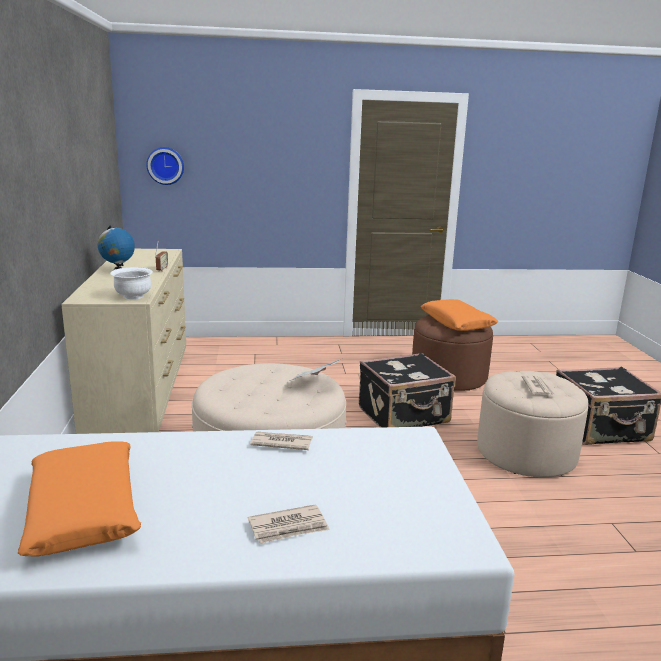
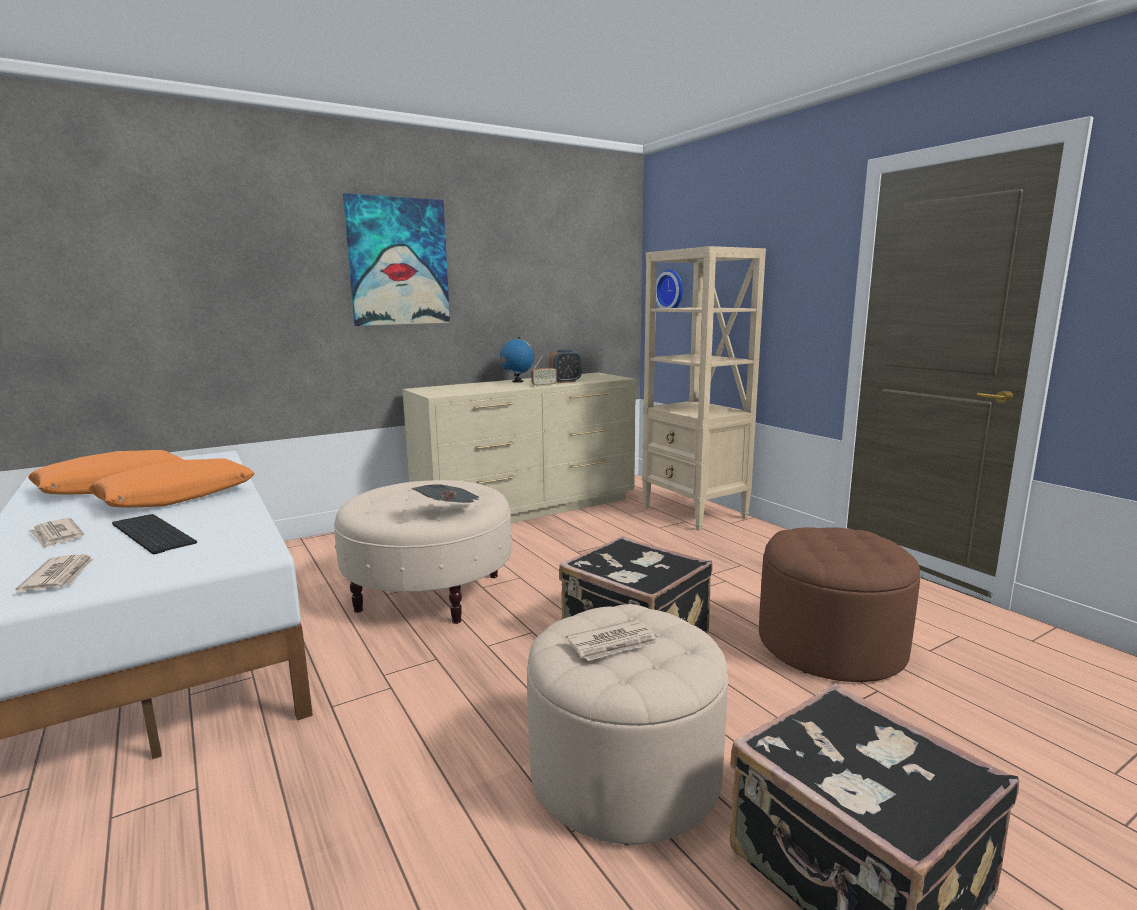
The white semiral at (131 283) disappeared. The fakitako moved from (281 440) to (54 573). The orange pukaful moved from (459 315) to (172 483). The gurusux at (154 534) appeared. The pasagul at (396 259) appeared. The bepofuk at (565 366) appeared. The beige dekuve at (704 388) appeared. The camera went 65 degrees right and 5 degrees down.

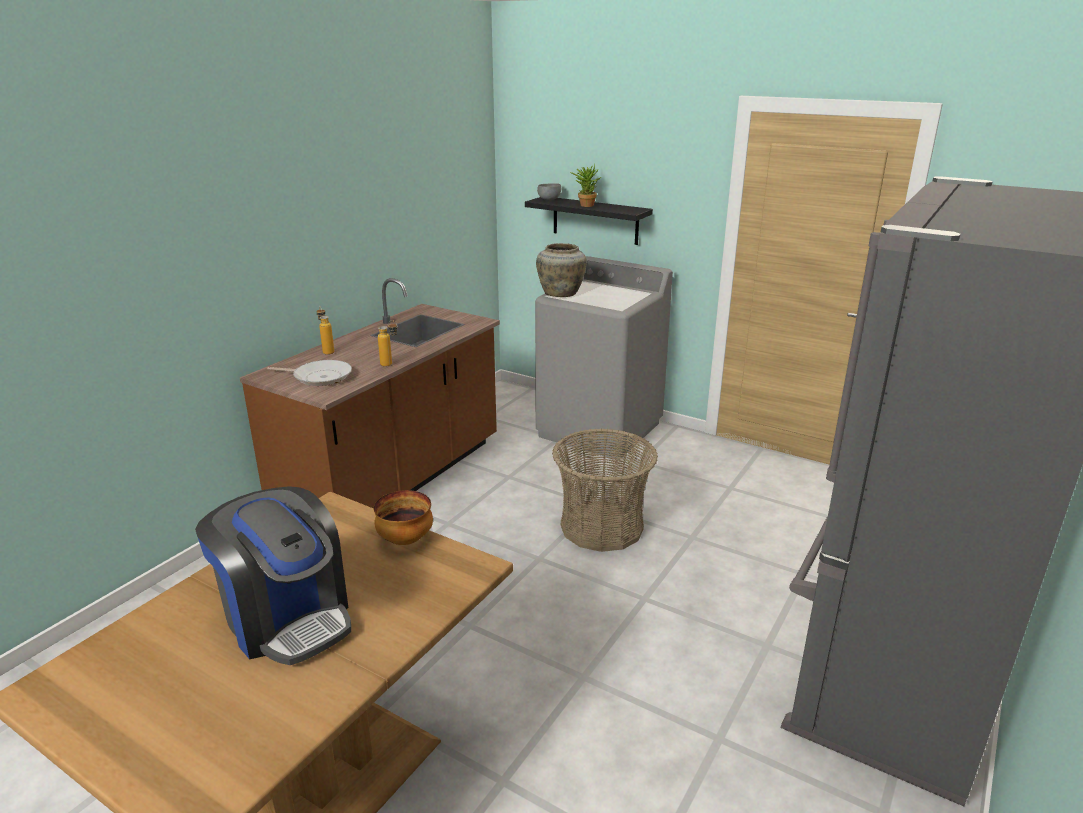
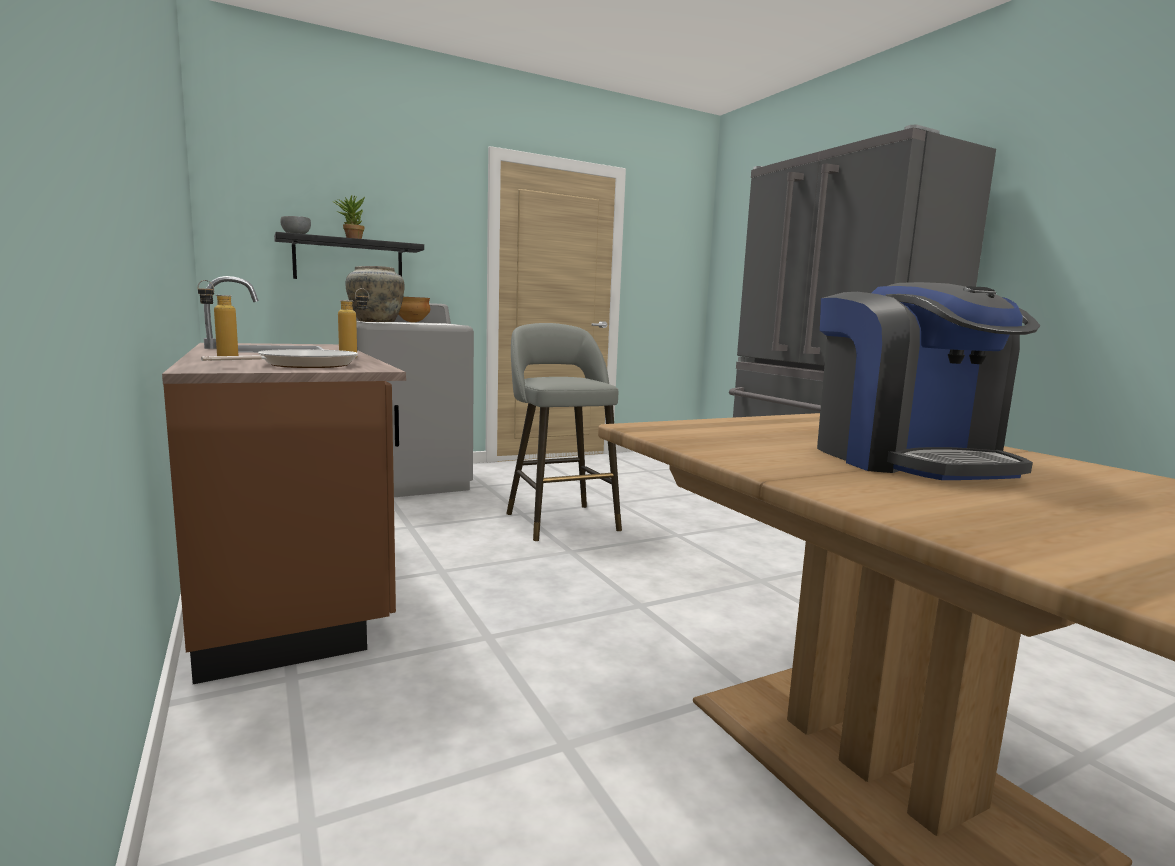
The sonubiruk at (273 575) turned 90 degrees clockwise. The semiral moved from (403 517) to (414 310). The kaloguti at (605 490) was replaced by the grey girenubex at (564 432). The camera went 60 degrees left and 15 degrees down.

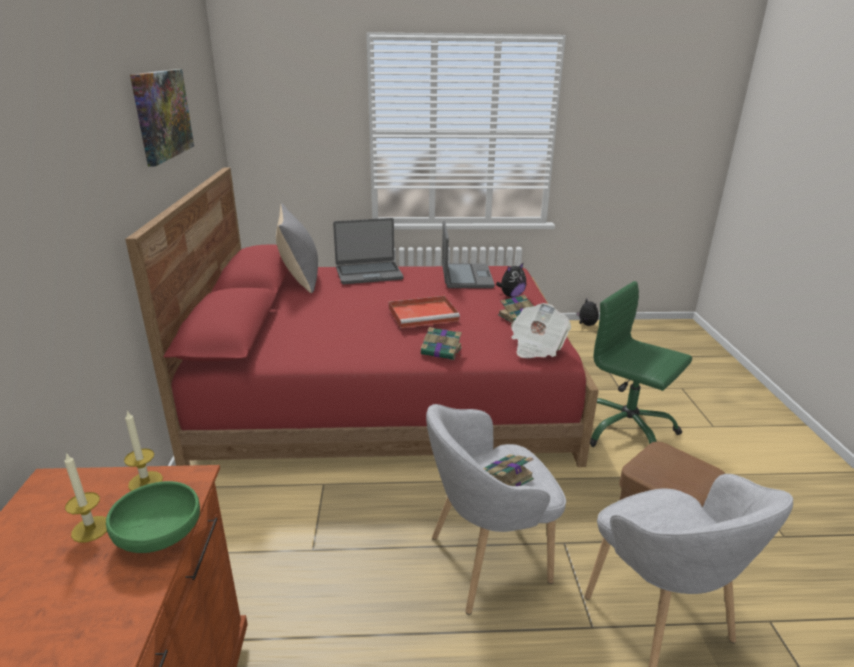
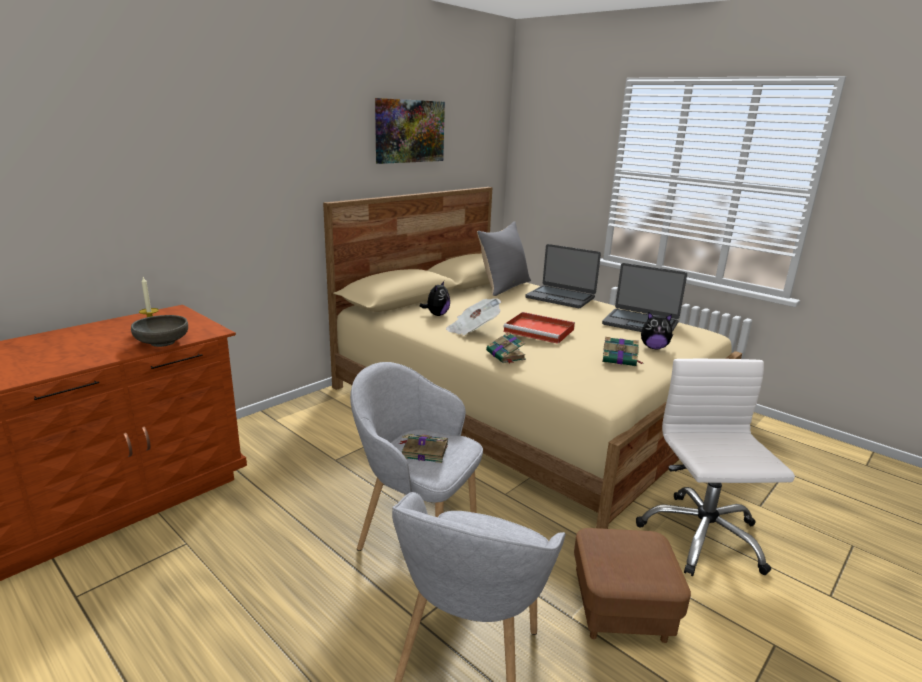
The green semiral at (153 517) became the grey semiral at (159 331). The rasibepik at (143 450) disappeared. The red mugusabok at (362 317) became the beige mugusabok at (532 358). The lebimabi at (468 254) turned 75 degrees clockwise. The fakitako moved from (541 330) to (473 316). The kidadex moved from (587 312) to (435 298). The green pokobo at (641 364) became the white pokobo at (715 467). The camera went 45 degrees right and 5 degrees down.

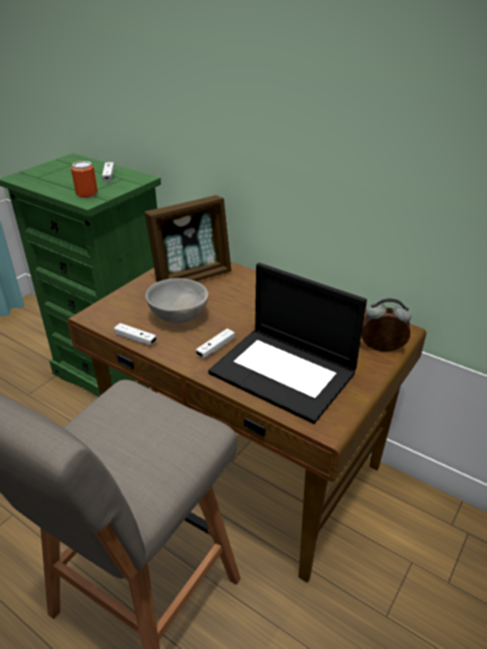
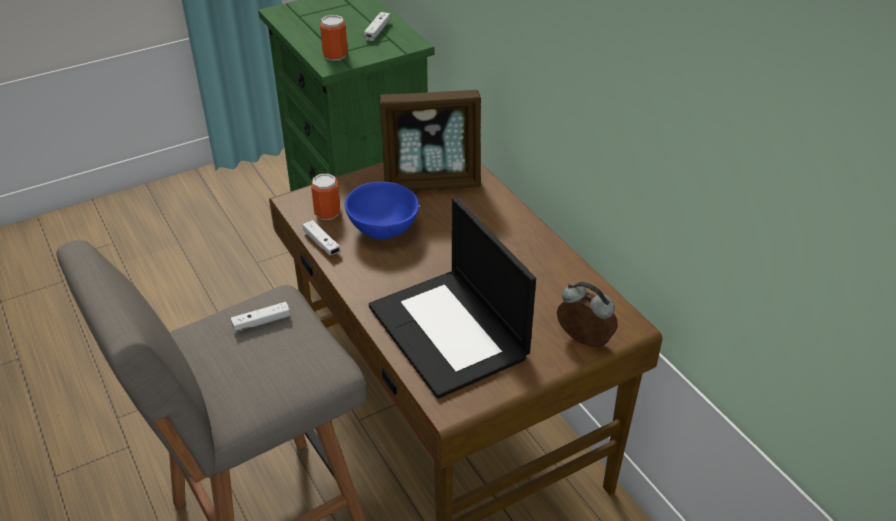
The grey semiral at (177 300) became the blue semiral at (381 210). The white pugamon moved from (215 343) to (260 316). The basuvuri at (325 197) appeared. The camera went 25 degrees right and 5 degrees up.

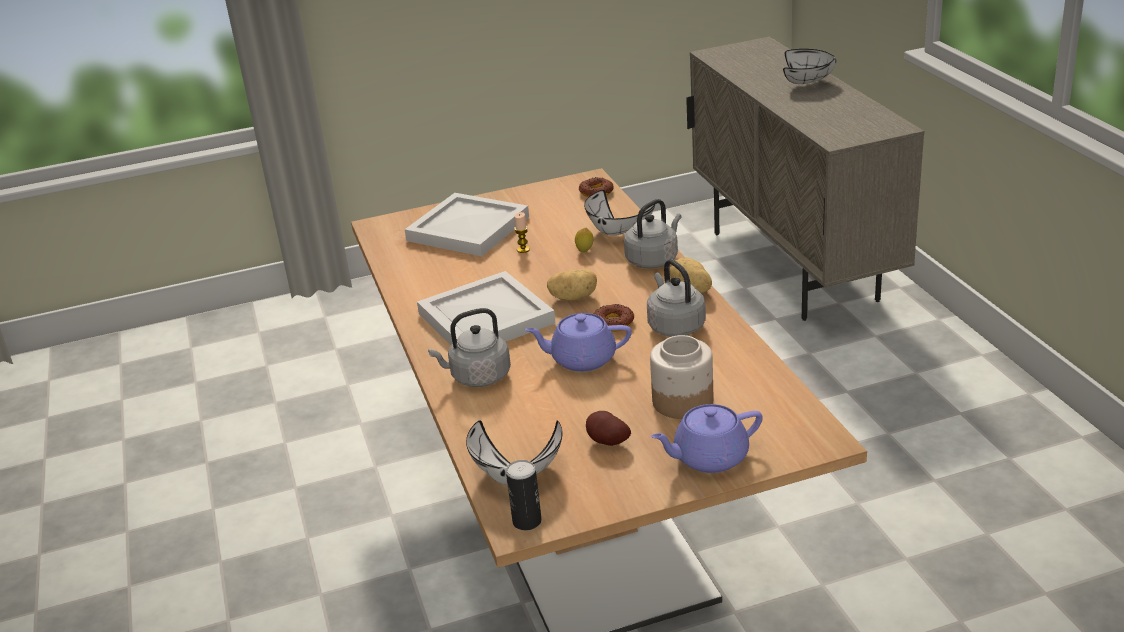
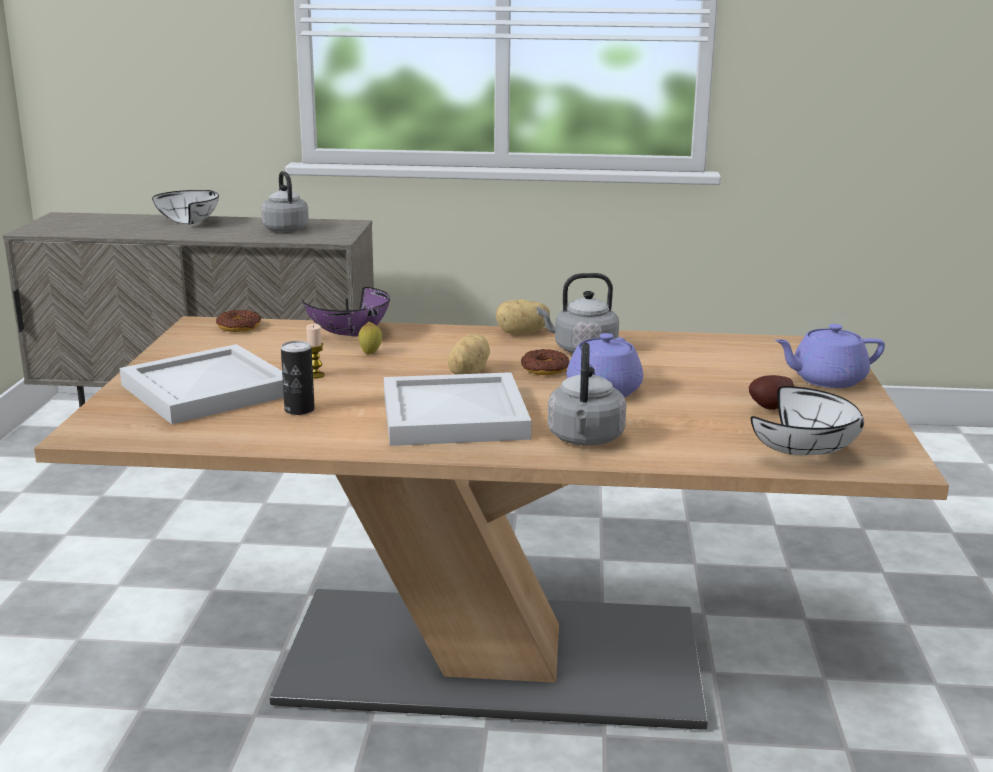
The basuvuri moved from (524 495) to (298 378). The white semiral at (620 213) became the purple semiral at (346 312). The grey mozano moved from (653 234) to (285 201). The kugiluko at (681 377) disappeared. The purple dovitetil at (707 438) turned 75 degrees clockwise. The camera went 70 degrees left and 10 degrees down.

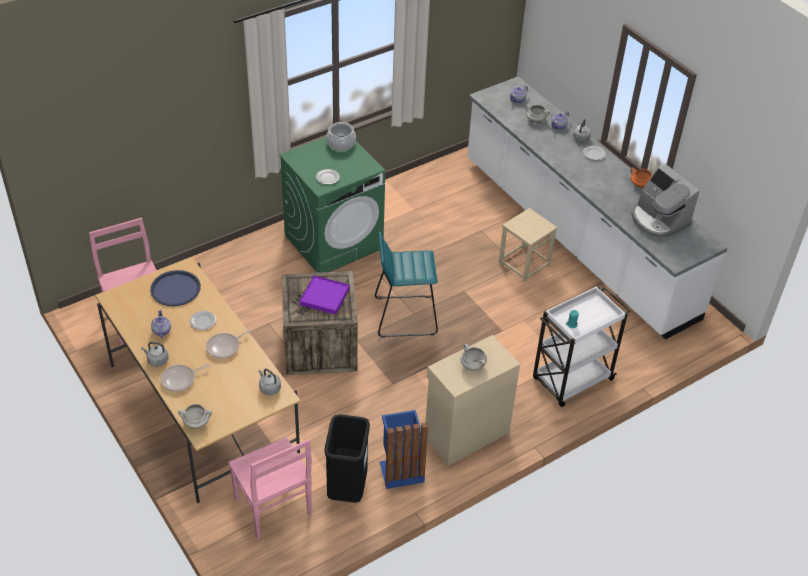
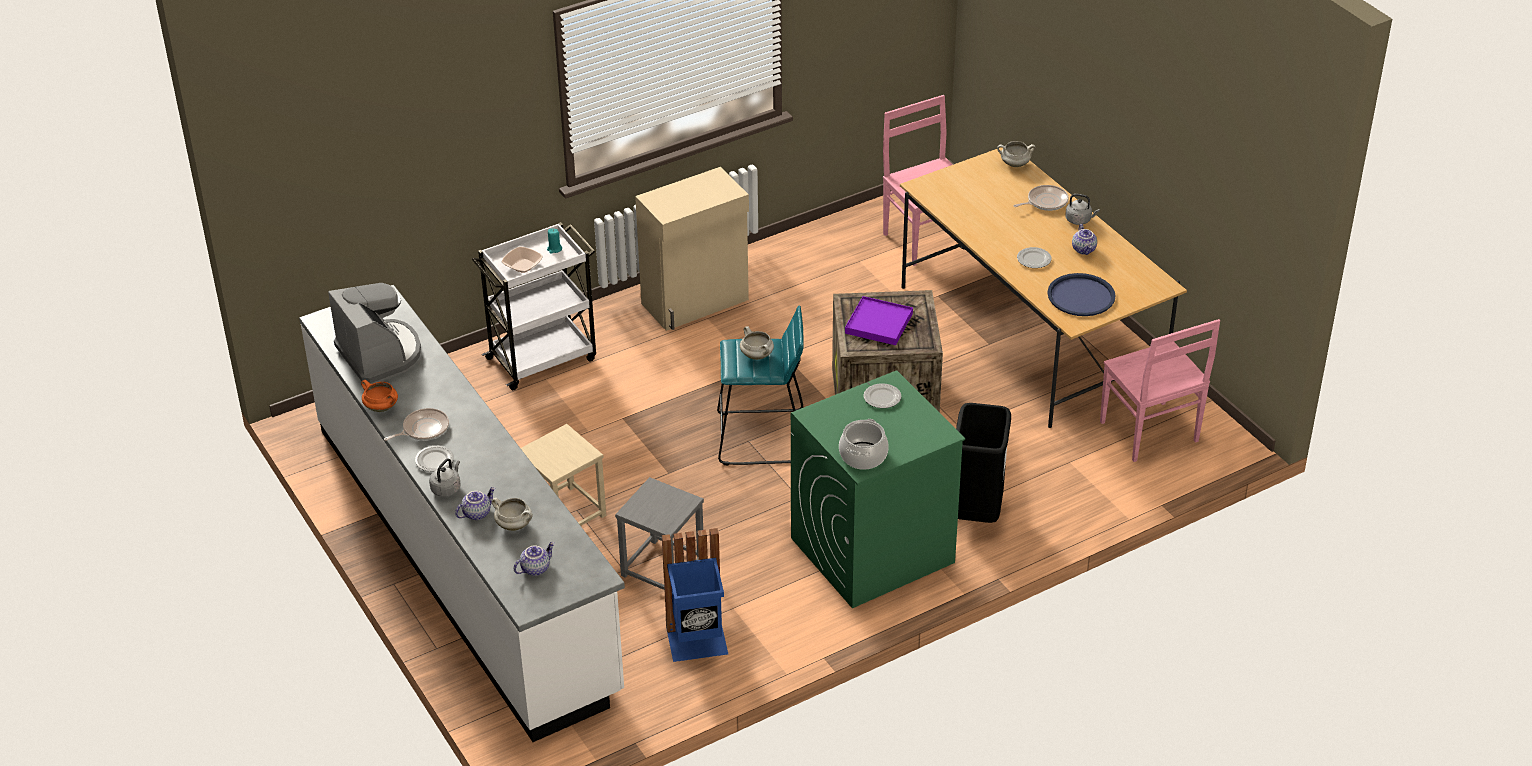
The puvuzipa moved from (228 344) to (416 424). The grey mozano at (269 382) disappeared. The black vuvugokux moved from (347 458) to (983 463). The blue vuvugokux moved from (403 449) to (695 595). The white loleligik moved from (474 357) to (757 343). The semiral at (522 260) appeared. The grey girenubex at (659 533) appeared. The camera went 175 degrees left and 5 degrees down.

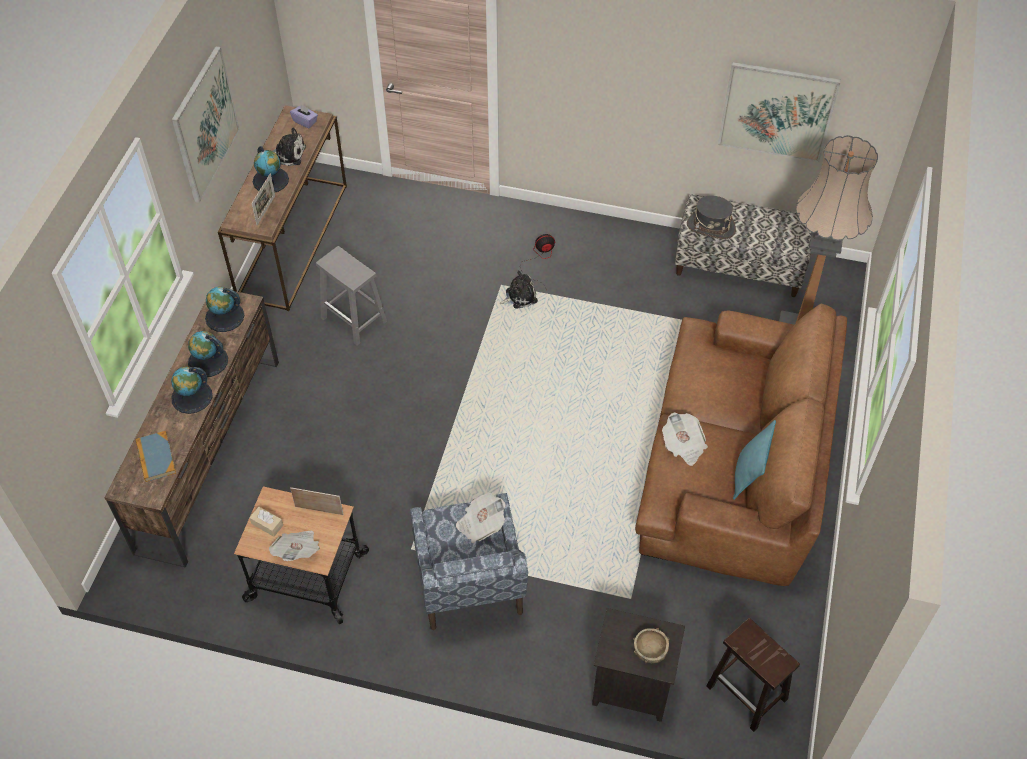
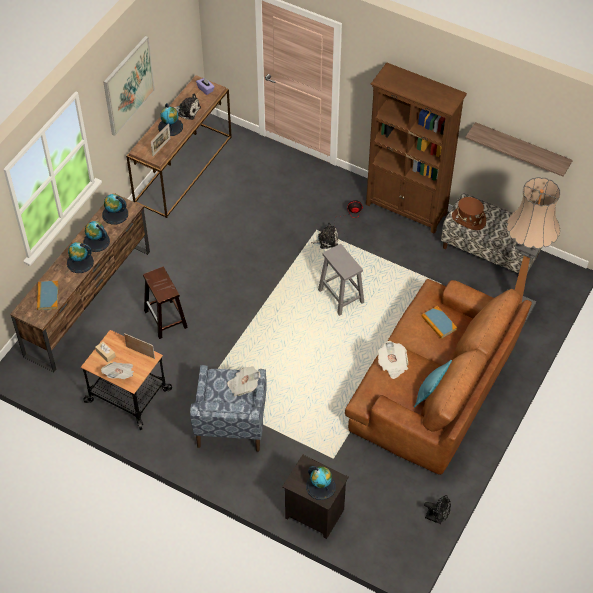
The grey girenubex moved from (351 295) to (341 280). The brown semiral at (651 645) was replaced by the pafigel at (321 483). The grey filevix at (711 217) became the brown filevix at (469 213). The brown girenubex moved from (753 675) to (165 303). The pasagul at (779 112) was replaced by the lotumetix at (519 149). The brown dekuve at (416 148) appeared. The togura at (439 322) appeared. The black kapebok at (437 509) appeared. The camera went 15 degrees right and 0 degrees up.

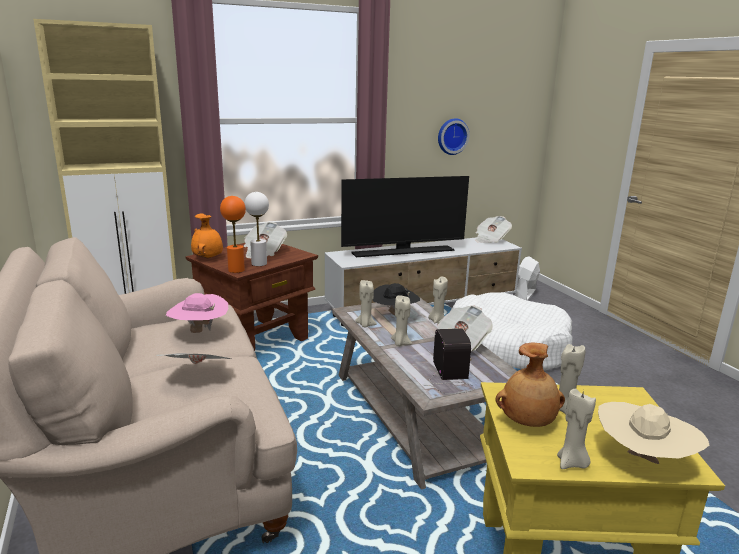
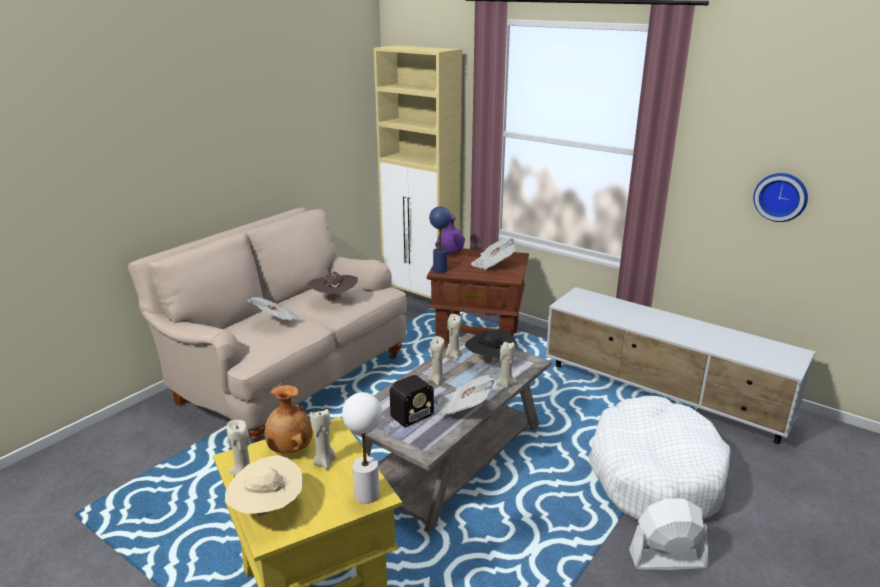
The pink filevix at (197 313) became the brown filevix at (332 286). The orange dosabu at (207 236) became the purple dosabu at (450 234). The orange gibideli at (233 234) became the blue gibideli at (440 239). The white gibideli moved from (256 229) to (362 448). The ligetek at (405 216) disappeared. The fakitako at (493 229) disappeared. The white kapebok moved from (527 278) to (668 534). The camera went 60 degrees right and 5 degrees up.

